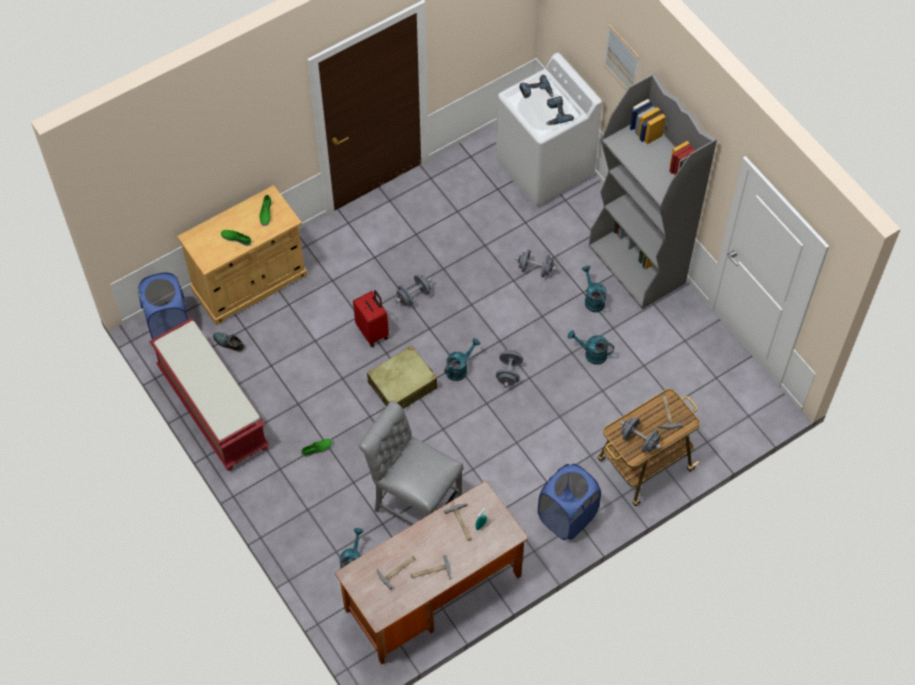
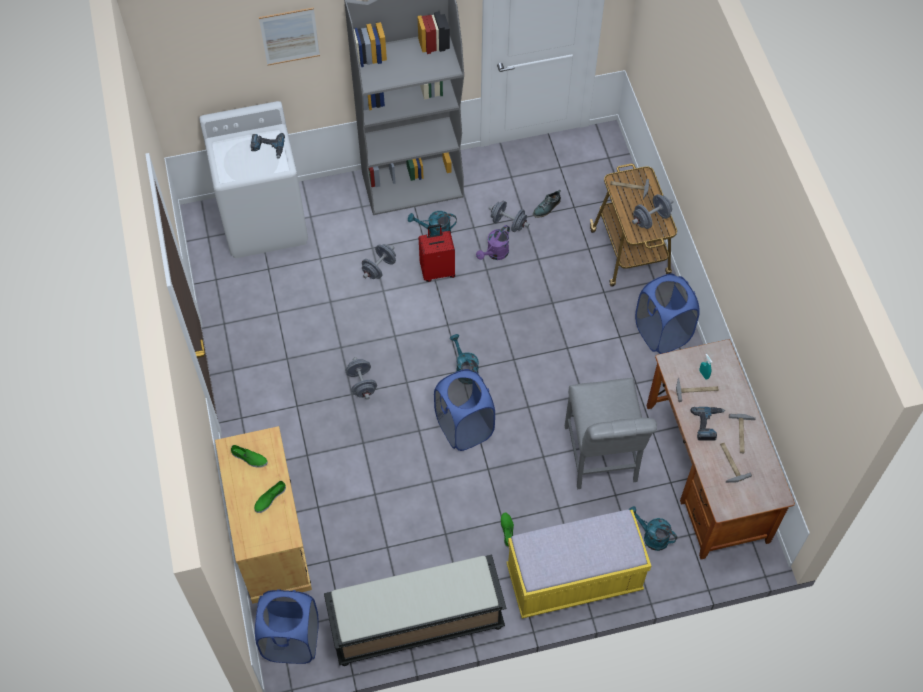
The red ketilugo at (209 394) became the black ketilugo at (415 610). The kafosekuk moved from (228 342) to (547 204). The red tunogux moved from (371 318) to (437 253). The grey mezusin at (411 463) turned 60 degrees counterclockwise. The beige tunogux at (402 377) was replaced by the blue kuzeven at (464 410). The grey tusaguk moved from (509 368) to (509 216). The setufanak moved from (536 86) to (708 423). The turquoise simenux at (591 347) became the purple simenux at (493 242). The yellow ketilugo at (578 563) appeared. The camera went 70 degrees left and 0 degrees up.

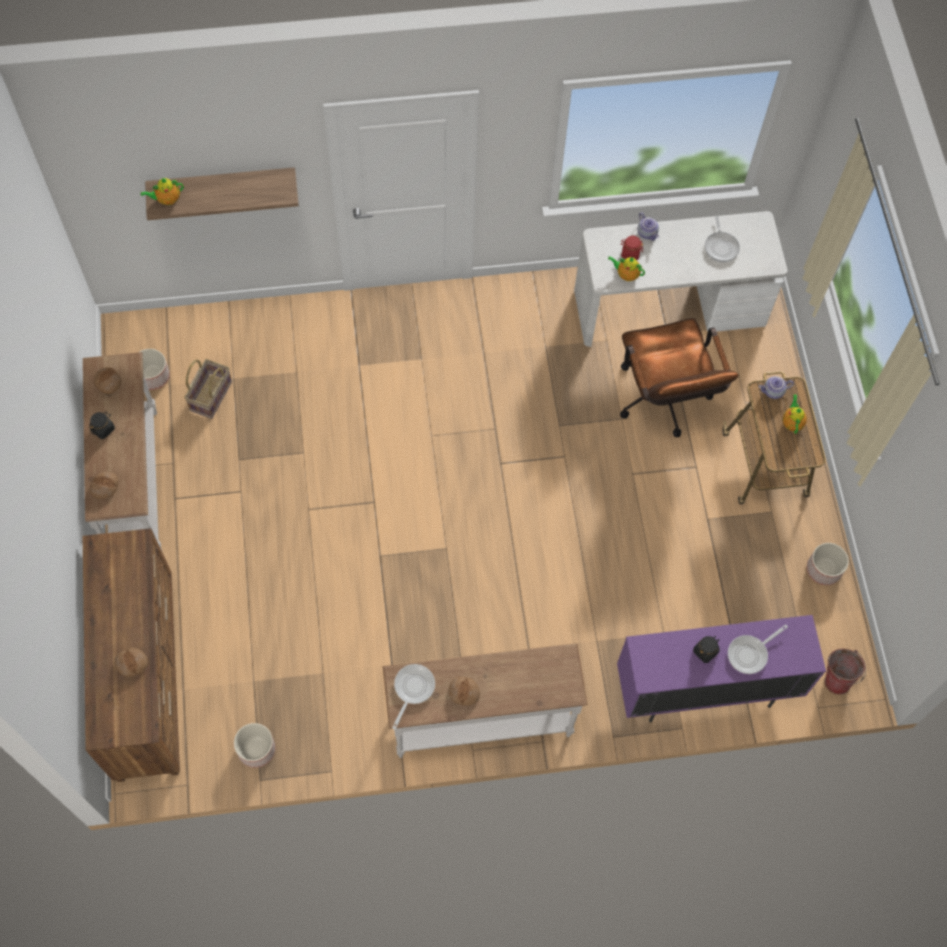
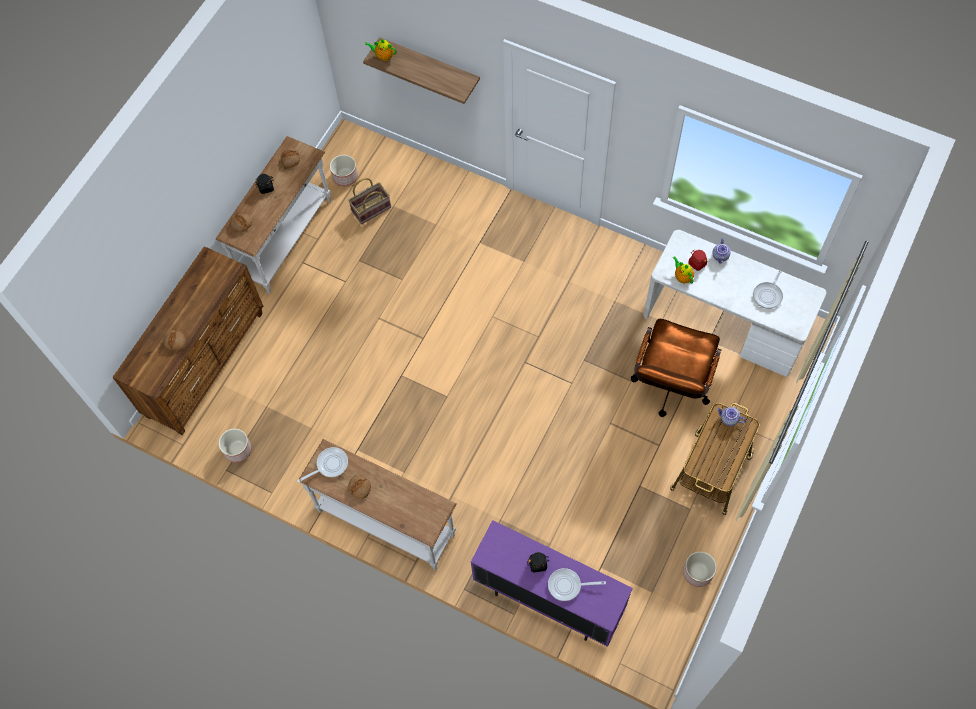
The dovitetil at (795 414) disappeared. The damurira at (845 671) disappeared. The camera went 40 degrees right and 0 degrees up.

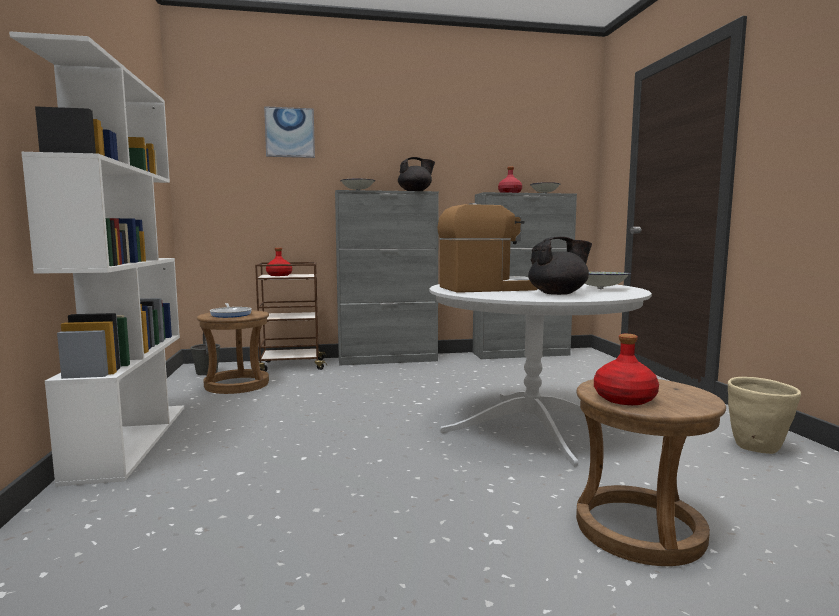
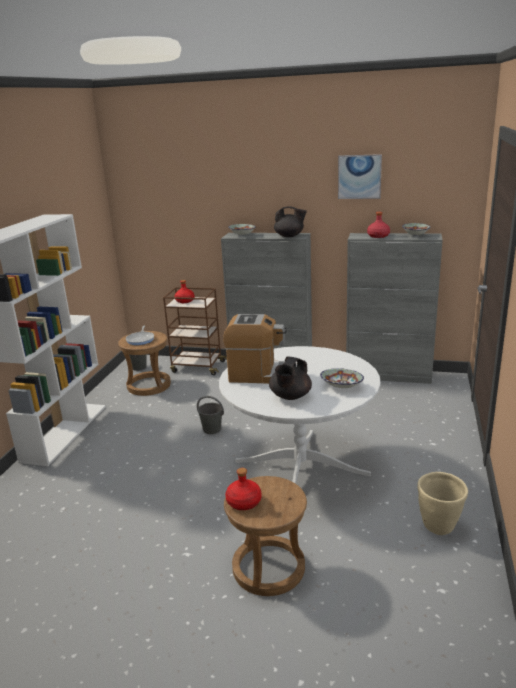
The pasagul moved from (289 132) to (360 176). The black dovitetil at (560 266) turned 105 degrees clockwise. The grey damurira at (210 415) appeared. The camera went 25 degrees right and 15 degrees up.

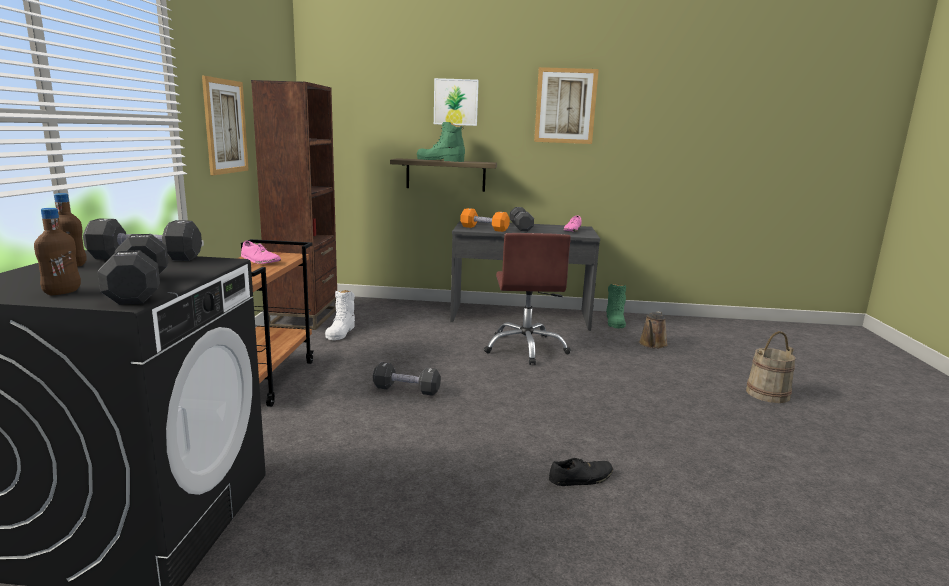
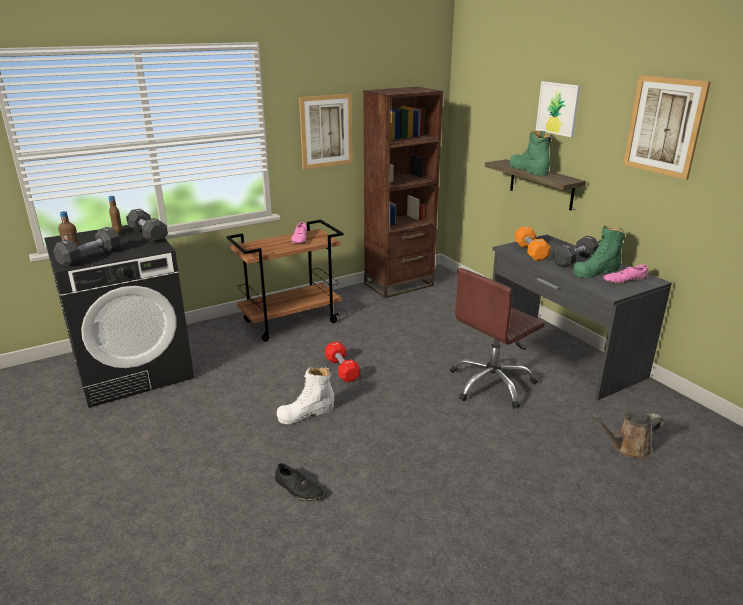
The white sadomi moved from (340 315) to (305 395). The black tusaguk at (407 379) became the red tusaguk at (342 361). The green sadomi moved from (616 306) to (599 251). The beige damurira at (770 367) disappeared. The camera went 55 degrees right and 10 degrees up.

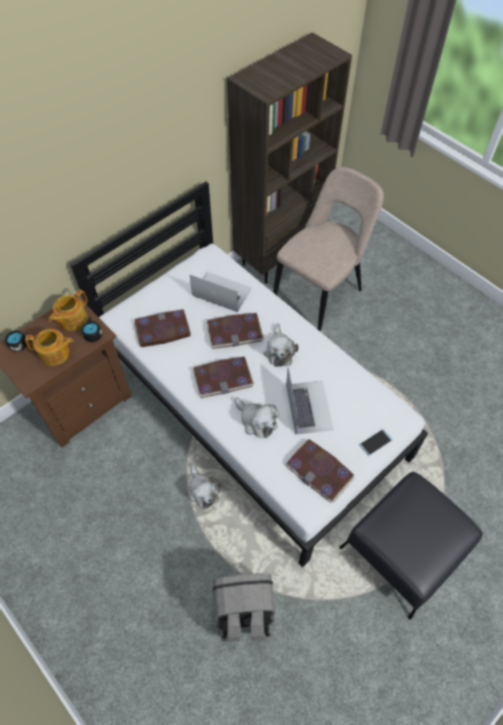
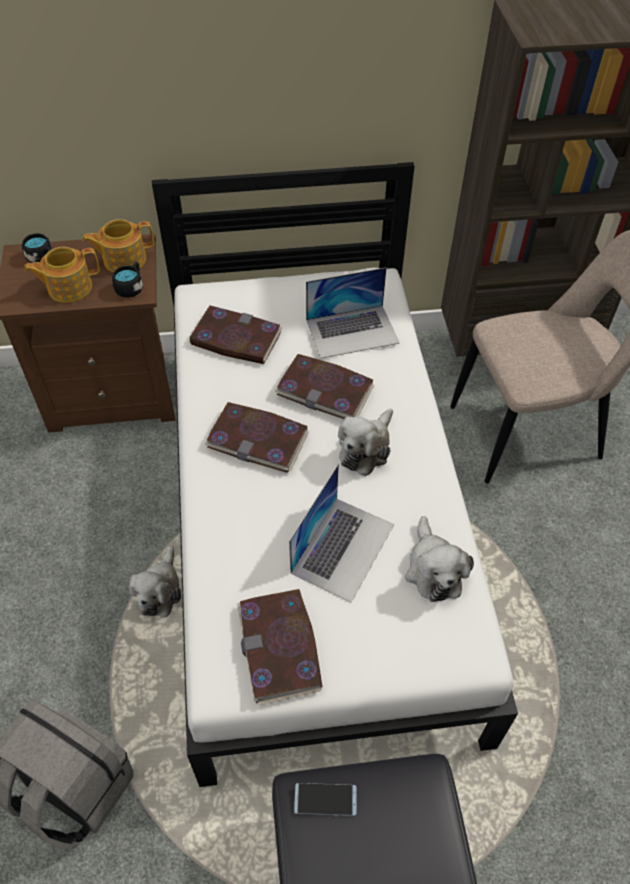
The dovitetil at (49 347) turned 120 degrees clockwise. The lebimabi at (221 292) turned 105 degrees clockwise. The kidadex moved from (257 417) to (439 559). The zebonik moved from (376 442) to (325 799). The camera went 35 degrees right and 5 degrees down.

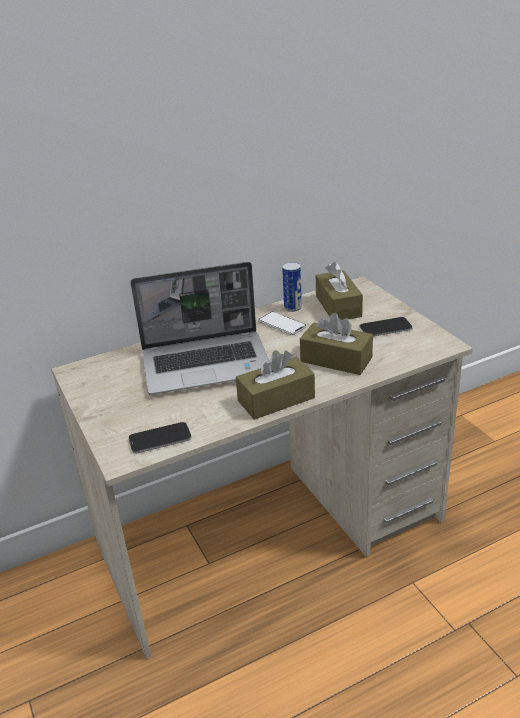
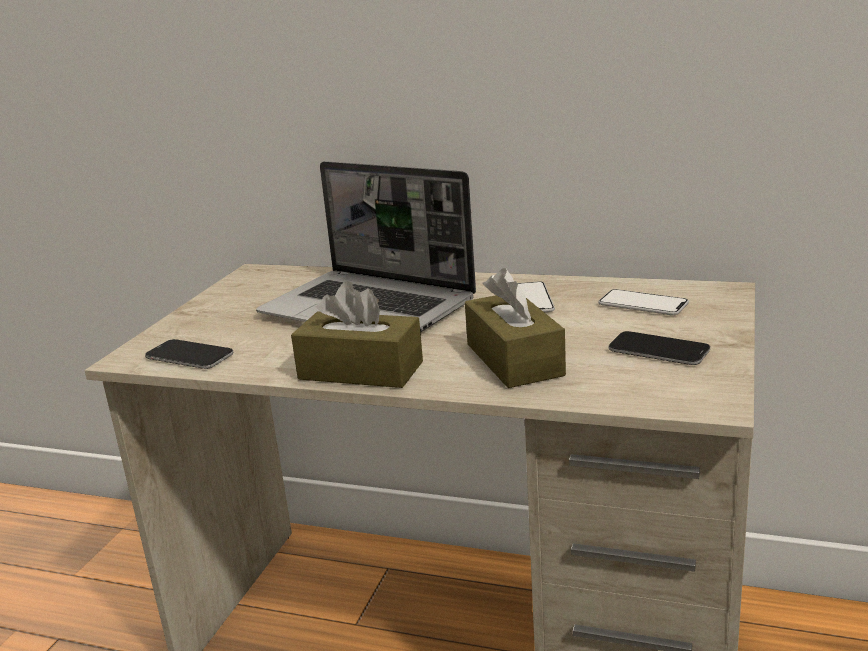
The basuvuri at (292 287) disappeared. The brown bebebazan at (339 291) was replaced by the zebonik at (643 302). The camera went 45 degrees right and 10 degrees down.

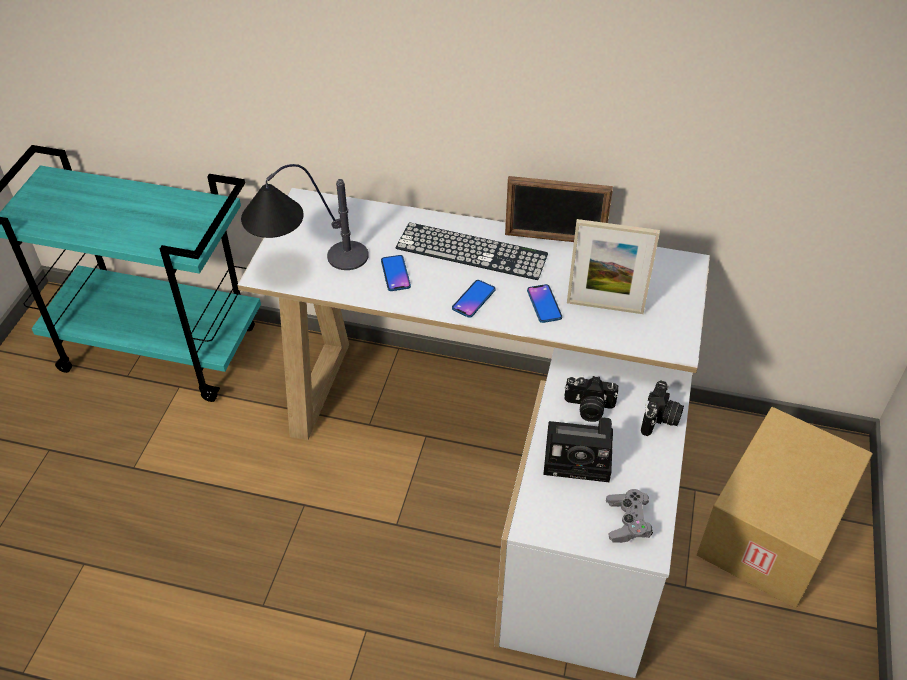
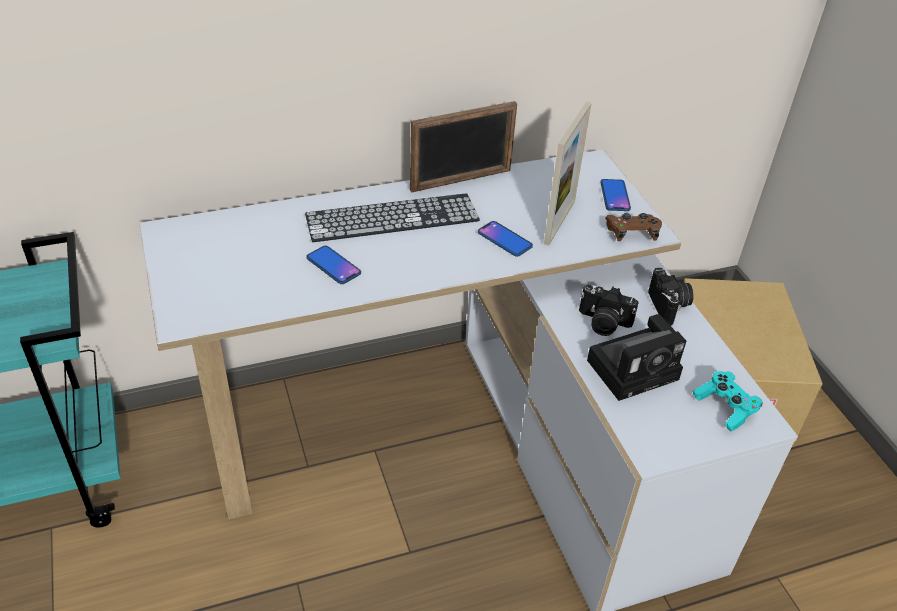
The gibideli at (305 217) disappeared. The zebonik moved from (473 299) to (615 195). The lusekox at (591 399) turned 45 degrees clockwise. The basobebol at (613 266) turned 45 degrees counterclockwise. The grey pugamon at (629 516) became the turquoise pugamon at (728 401). The brown pugamon at (633 227) appeared. The camera went 35 degrees left and 5 degrees down.

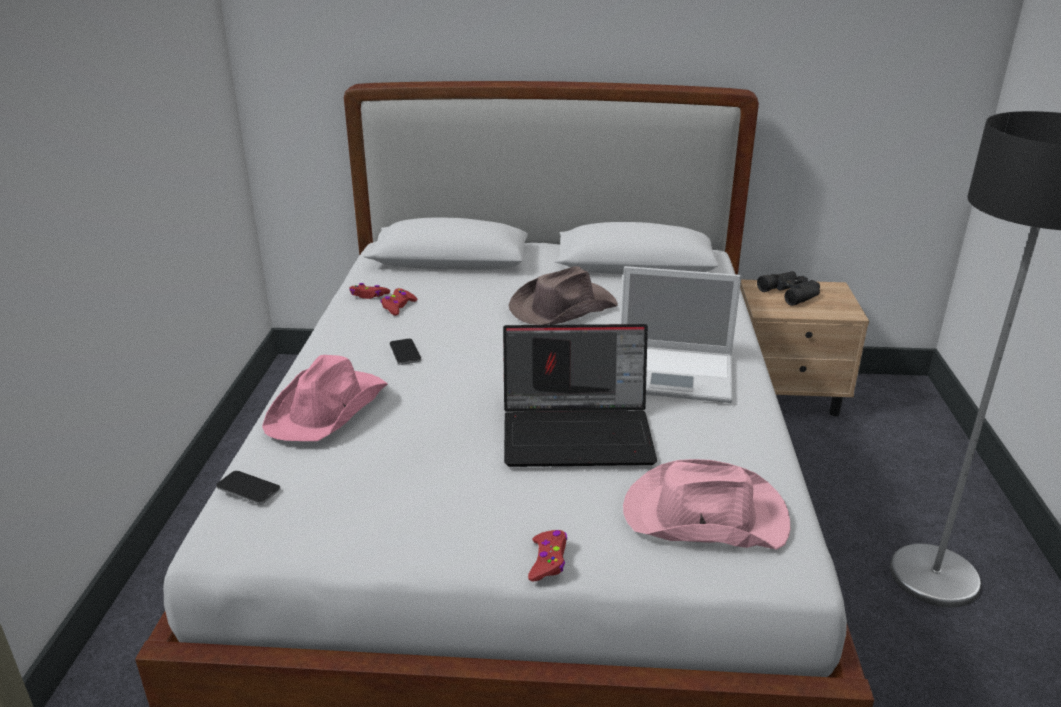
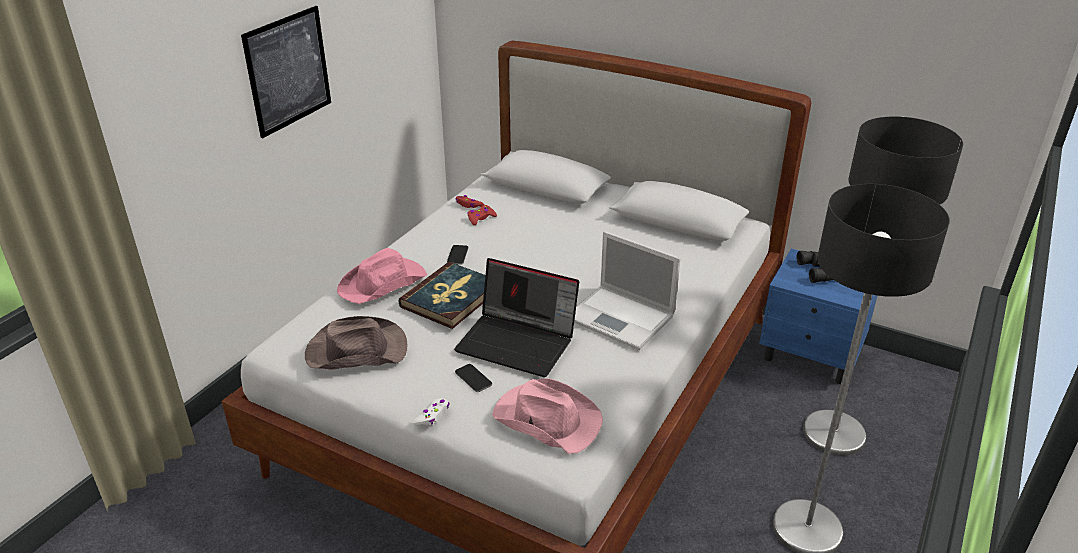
The zebonik moved from (248 487) to (473 378). The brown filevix moved from (563 295) to (356 343). The red pugamon at (547 555) became the white pugamon at (431 412). The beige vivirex at (804 348) became the blue vivirex at (818 316). The pasagul at (286 72) appeared. The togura at (442 295) appeared. The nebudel at (883 286) appeared. The camera went 25 degrees right and 5 degrees up.

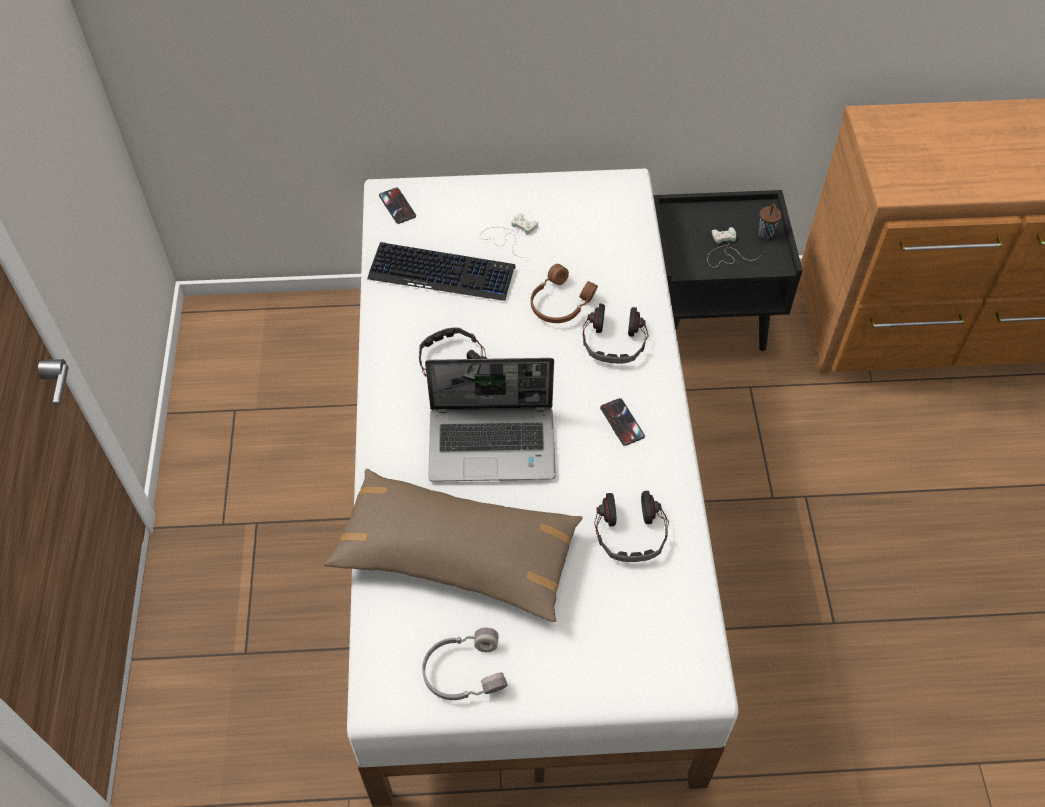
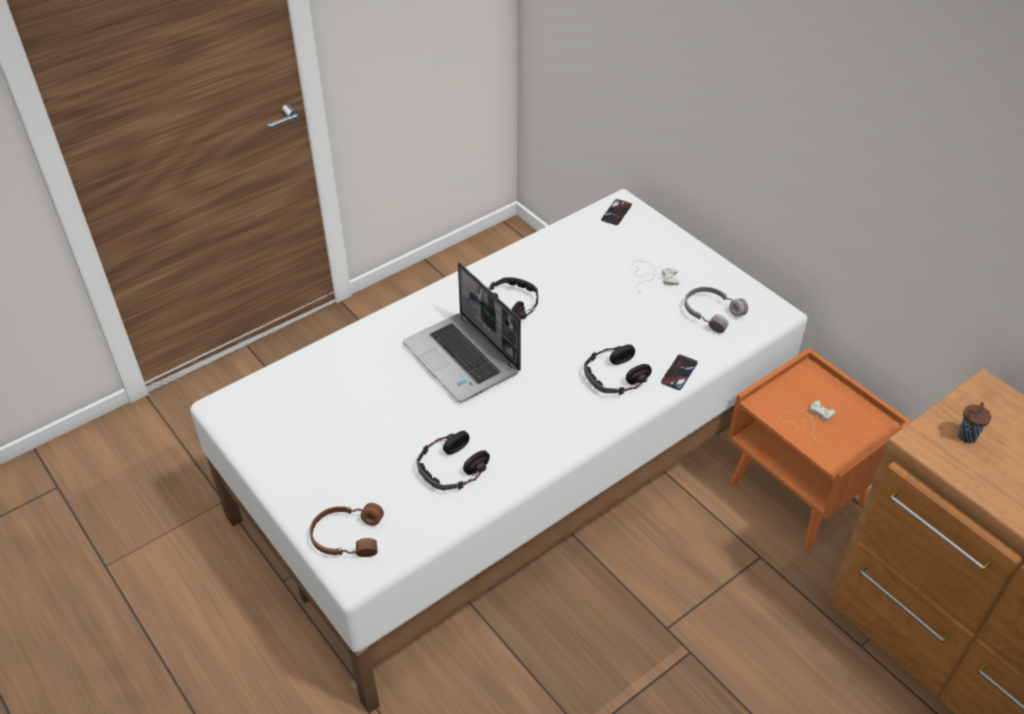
The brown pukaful at (453 545) disappeared. The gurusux at (441 271) disappeared. The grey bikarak moved from (465 664) to (716 310). The brown bikarak moved from (564 293) to (347 530). The zebonik moved from (622 422) to (679 372). The black vivirex at (728 270) became the orange vivirex at (820 448). The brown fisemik moved from (770 221) to (975 422). The camera went 55 degrees right and 10 degrees down.

